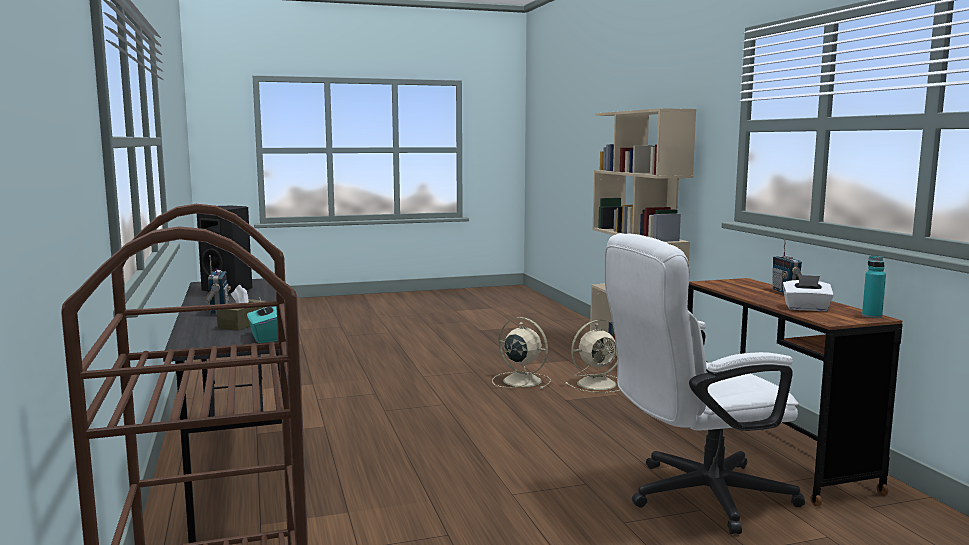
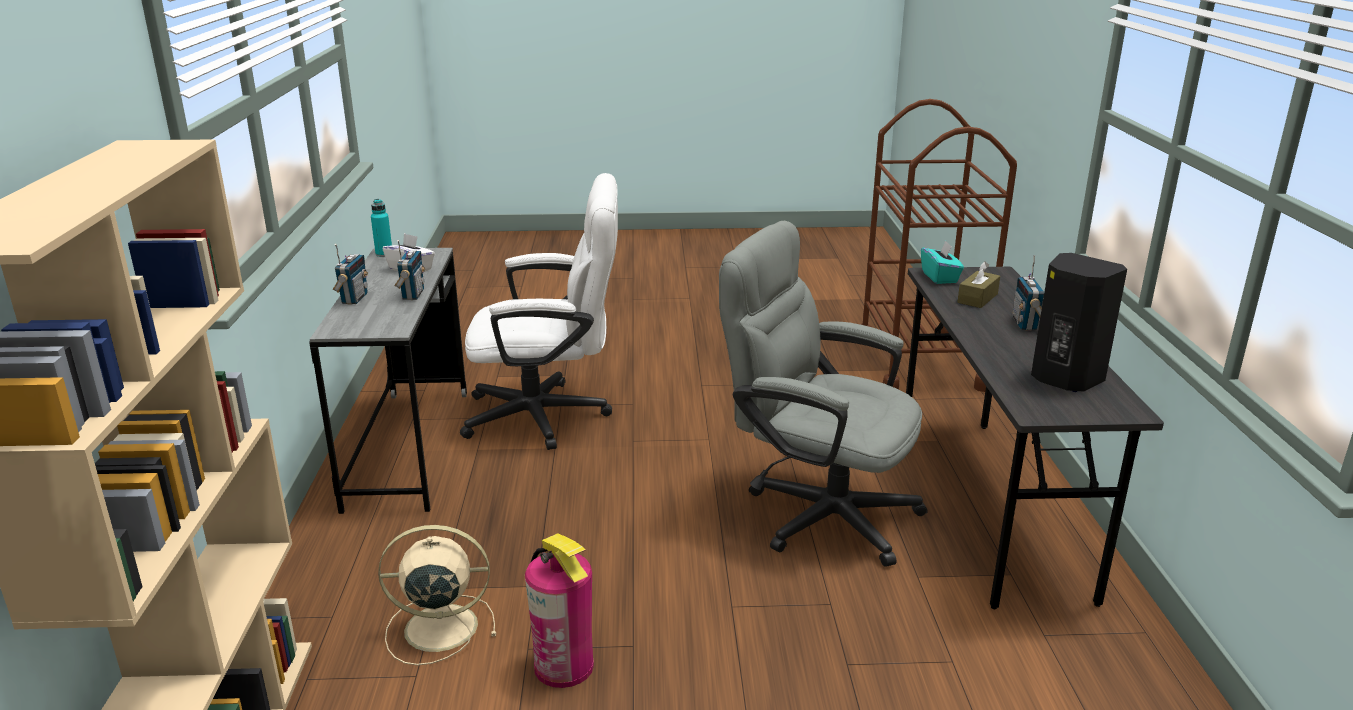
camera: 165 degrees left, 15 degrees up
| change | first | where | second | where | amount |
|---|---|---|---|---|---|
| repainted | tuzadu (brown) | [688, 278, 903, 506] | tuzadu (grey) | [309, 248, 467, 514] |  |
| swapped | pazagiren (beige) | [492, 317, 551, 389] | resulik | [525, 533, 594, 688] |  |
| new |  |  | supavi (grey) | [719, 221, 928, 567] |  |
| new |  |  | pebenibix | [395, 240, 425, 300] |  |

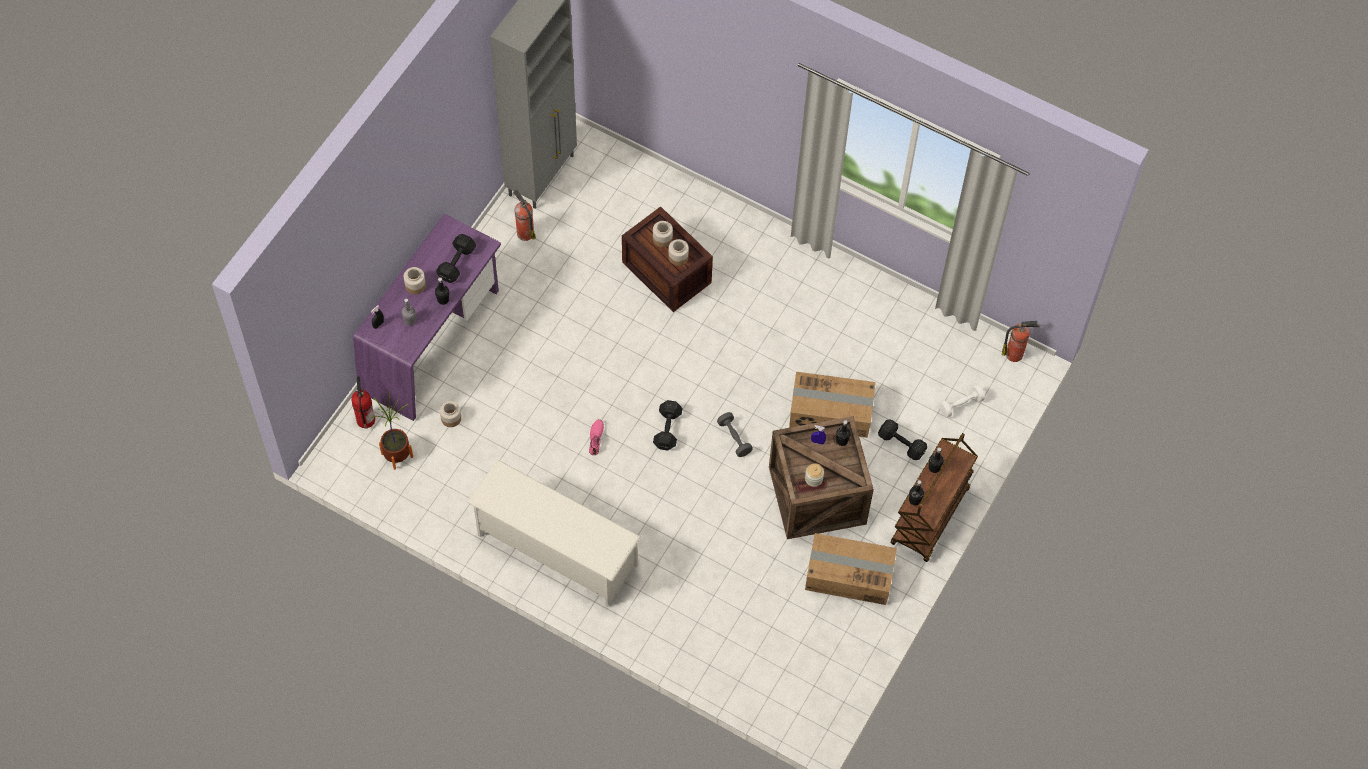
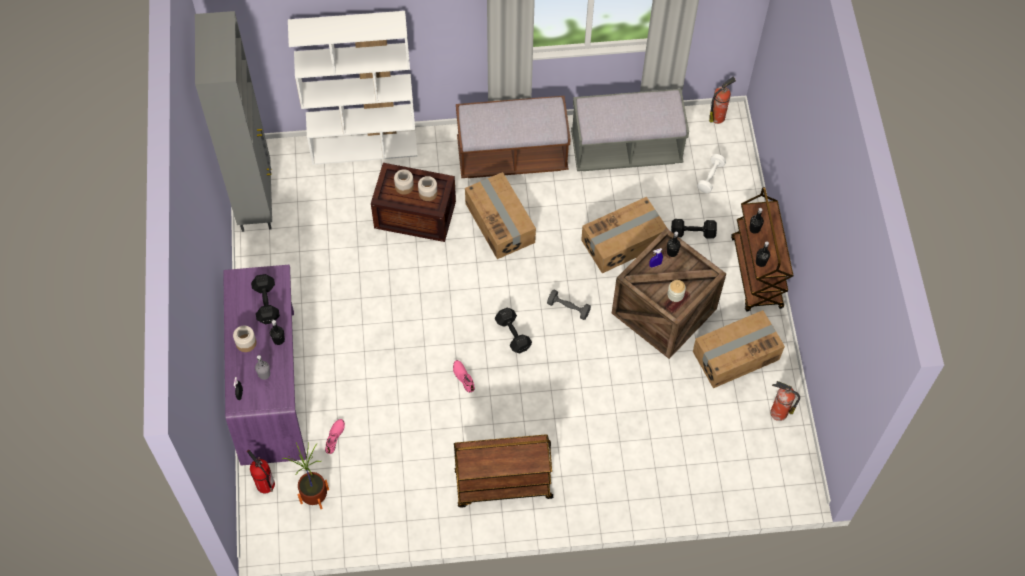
camera: 35 degrees left, 0 degrees up
| change | first | where | second | where | amount |
|---|---|---|---|---|---|
| shifted | resulik | [513, 189, 536, 241] |  | [770, 381, 800, 421] |  |
| swapped | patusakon | [440, 401, 461, 427] | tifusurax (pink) | [325, 419, 345, 454] |  |
| swapped | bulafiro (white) | [467, 459, 641, 607] | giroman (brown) | [454, 434, 553, 508] |  |
| new |  |  | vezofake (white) | [288, 11, 418, 165] |  |
| new |  |  | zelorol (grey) | [571, 89, 689, 171] |  |
| new |  |  | zelorol (brown) | [456, 96, 571, 178] |  |
| new |  |  | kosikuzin | [465, 172, 536, 259] |  |

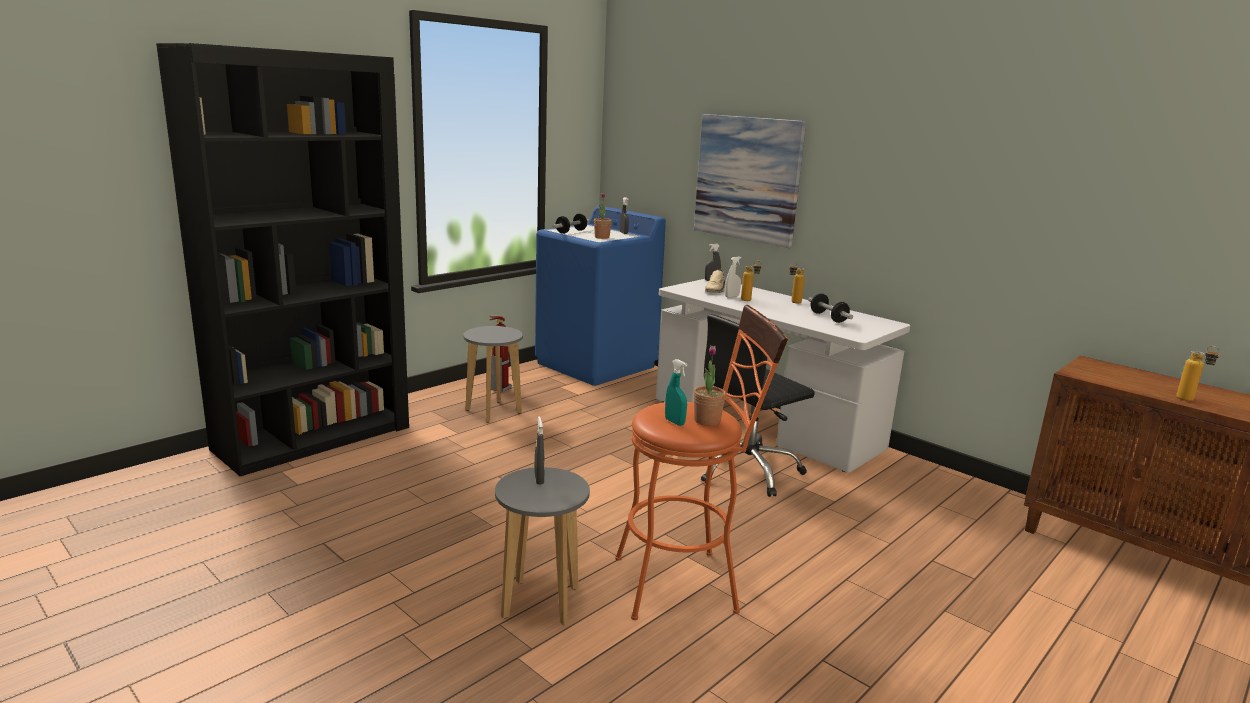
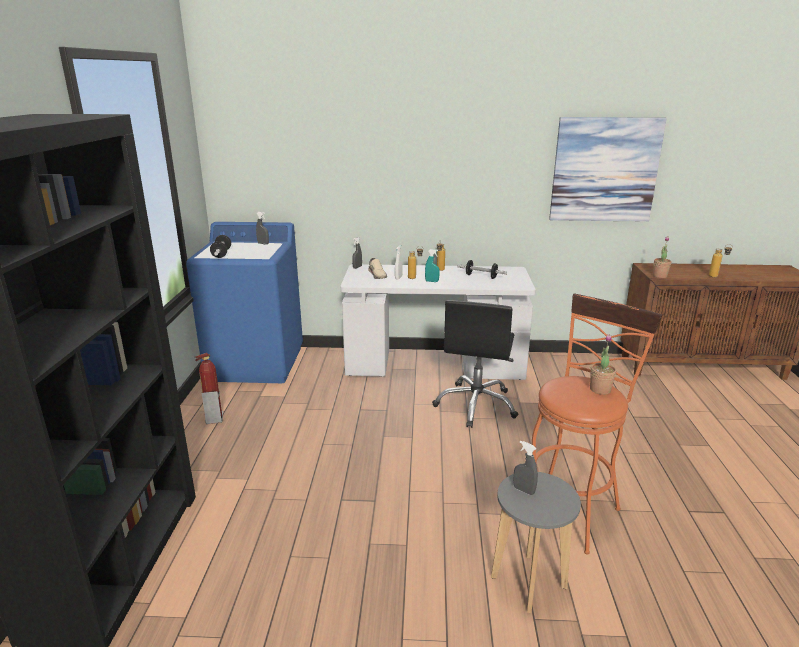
camera: 40 degrees left, 5 degrees up
| change | first | where | second | where | amount |
|---|---|---|---|---|---|
| shifted | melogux | [694, 114, 806, 248] |  | [549, 117, 667, 222] |  |
| shifted | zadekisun | [594, 192, 612, 239] |  | [653, 236, 672, 278] |  |
| gone | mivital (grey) | [463, 326, 523, 422] |  |  |  |
| shifted | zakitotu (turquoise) | [665, 359, 687, 426] |  | [425, 249, 440, 282] |  |

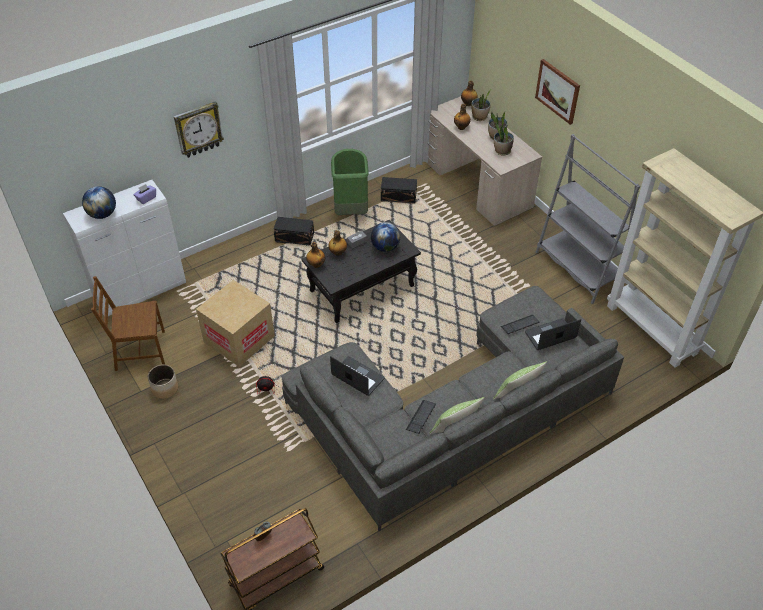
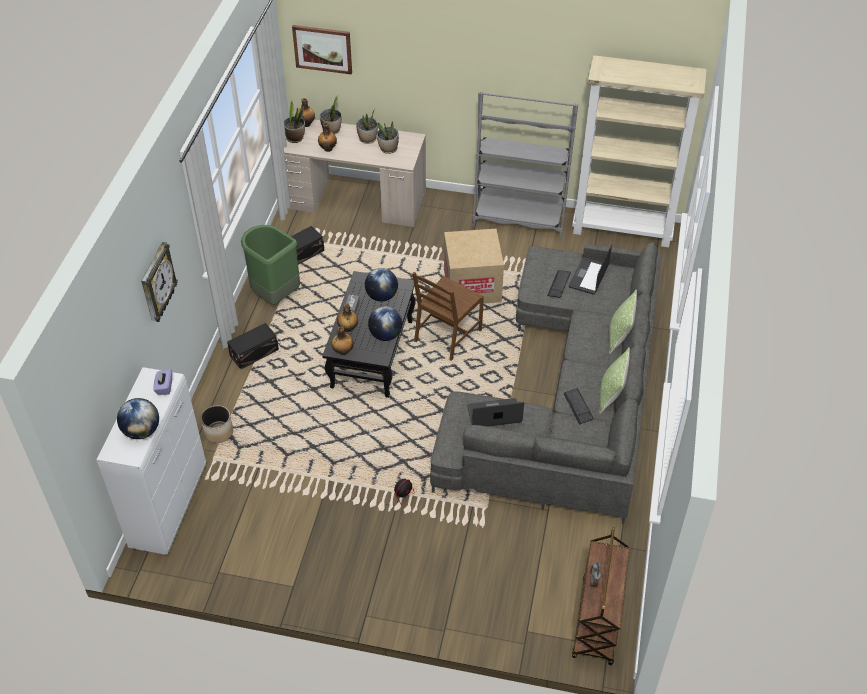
camera: 45 degrees left, 0 degrees up
| change | first | where | second | where | amount |
|---|---|---|---|---|---|
| shifted | melogux | [535, 59, 580, 125] |  | [292, 25, 352, 74] |  |
| shifted | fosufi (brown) | [91, 276, 165, 371] |  | [412, 272, 484, 361] |  |
| shifted | kosikuzin | [196, 280, 275, 367] |  | [444, 229, 504, 304] |  |
| shifted | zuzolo | [148, 365, 178, 399] |  | [201, 405, 233, 443] |  |
| new |  |  | zadekisun | [284, 100, 305, 143] |  |
| new |  |  | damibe | [368, 306, 403, 341] |  |

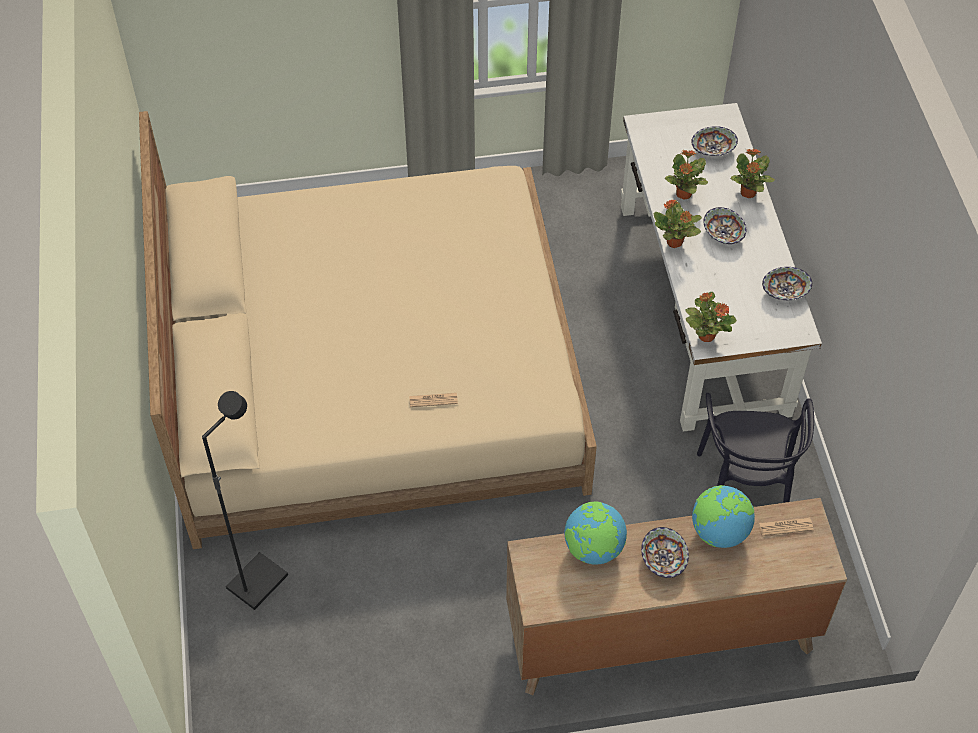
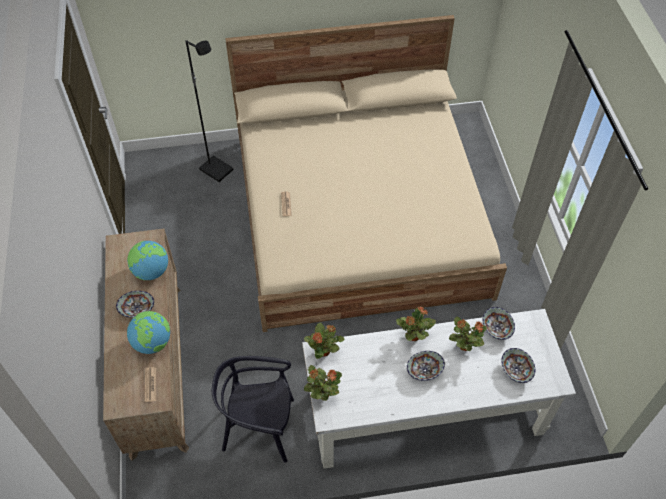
camera: 90 degrees right, 0 degrees up
| change | first | where | second | where | amount |
|---|---|---|---|---|---|
| shifted | zadekisun | [731, 148, 775, 198] |  | [304, 365, 342, 401] |  |
| shifted | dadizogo | [762, 267, 812, 300] |  | [483, 307, 515, 340] |  |

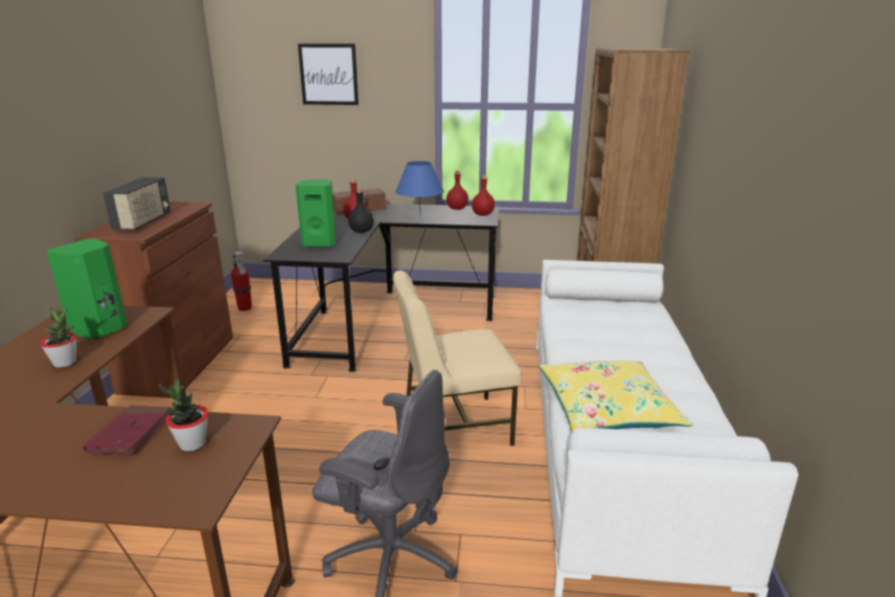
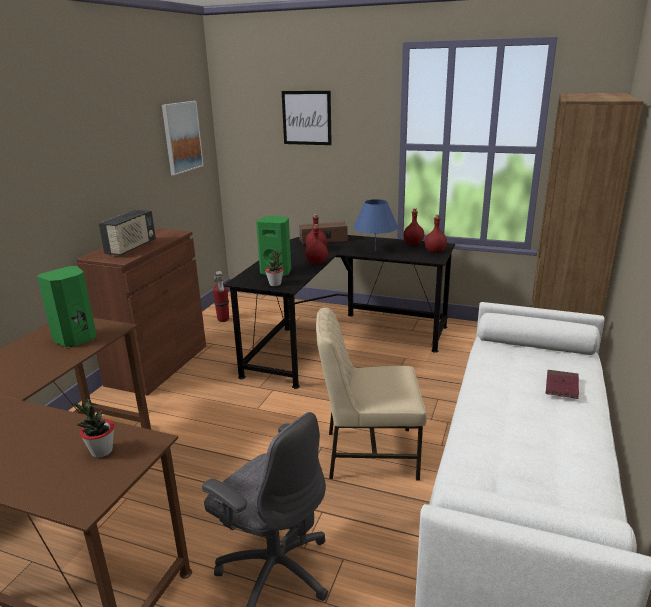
camera: 15 degrees right, 0 degrees up
| change | first | where | second | where | amount |
|---|---|---|---|---|---|
| repainted | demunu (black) | [348, 188, 374, 233] | demunu (red) | [305, 224, 328, 264] |  |
| shifted | zadekisun | [40, 307, 76, 368] |  | [265, 250, 284, 286] |  |
| gone | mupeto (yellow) | [539, 360, 693, 431] |  |  |  |
| shifted | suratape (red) | [83, 405, 172, 455] |  | [546, 370, 579, 399] |  |
| new |  |  | melogux | [162, 101, 204, 175] |  |

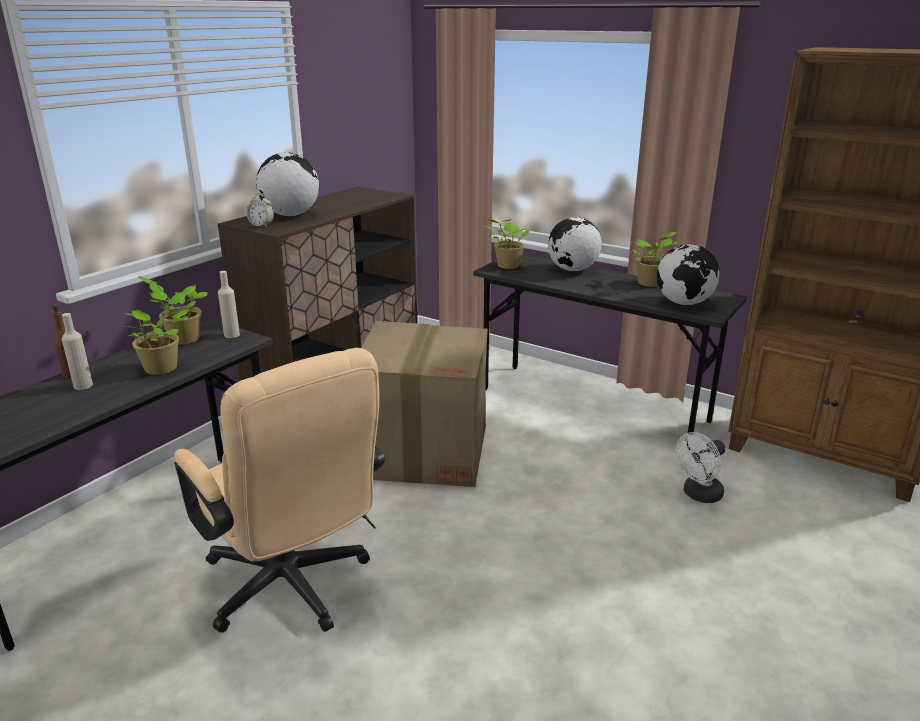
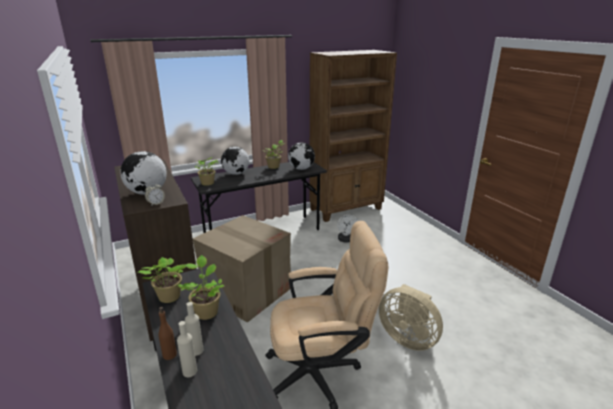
camera: 60 degrees left, 0 degrees up
| change | first | where | second | where | amount |
|---|---|---|---|---|---|
| shifted | demunu (beige) | [218, 271, 240, 338] |  | [177, 321, 197, 377] |  |
| new |  |  | pazagiren (beige) | [379, 284, 443, 351] |  |

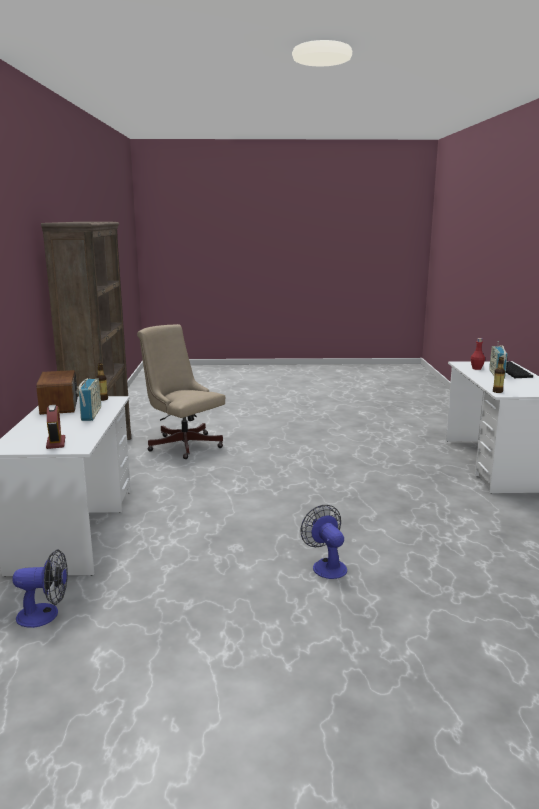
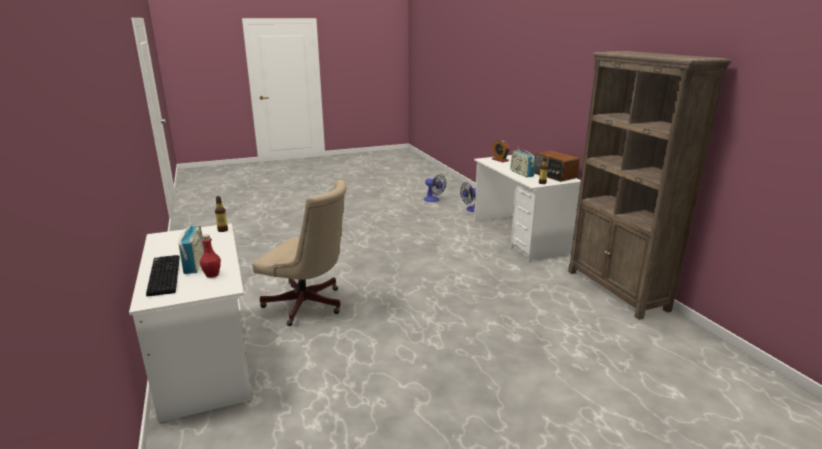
camera: 160 degrees right, 5 degrees up
| change | first | where | second | where | amount |
|---|---|---|---|---|---|
| shifted | supavi (beige) | [137, 324, 225, 459] |  | [252, 180, 347, 326] |  |
| shifted | pazagiren | [300, 505, 347, 579] |  | [424, 174, 446, 202] |  |

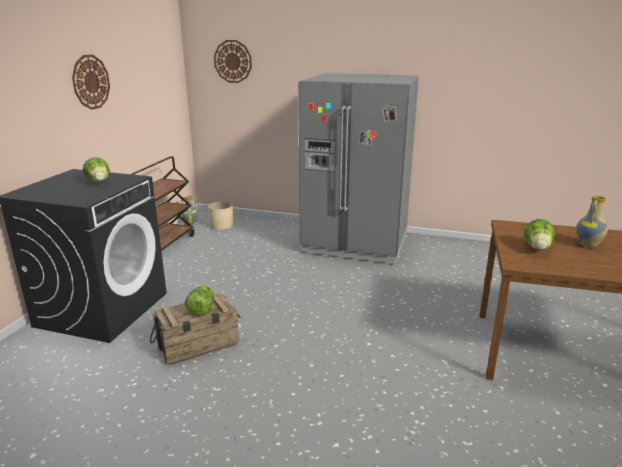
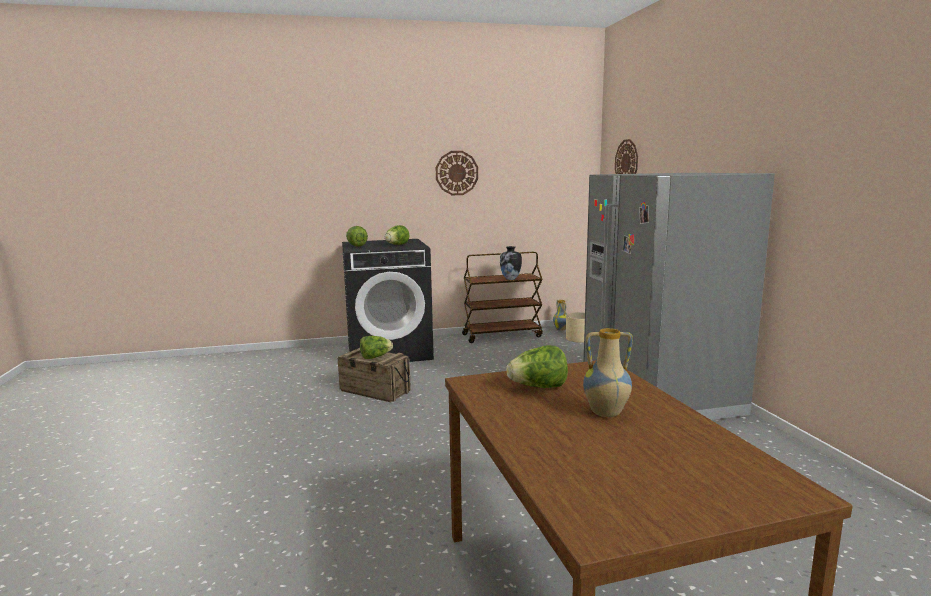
camera: 60 degrees right, 10 degrees down
| change | first | where | second | where | amount |
|---|---|---|---|---|---|
| new |  |  | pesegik | [346, 226, 368, 247] |  |
| new |  |  | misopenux | [500, 246, 522, 280] |  |

